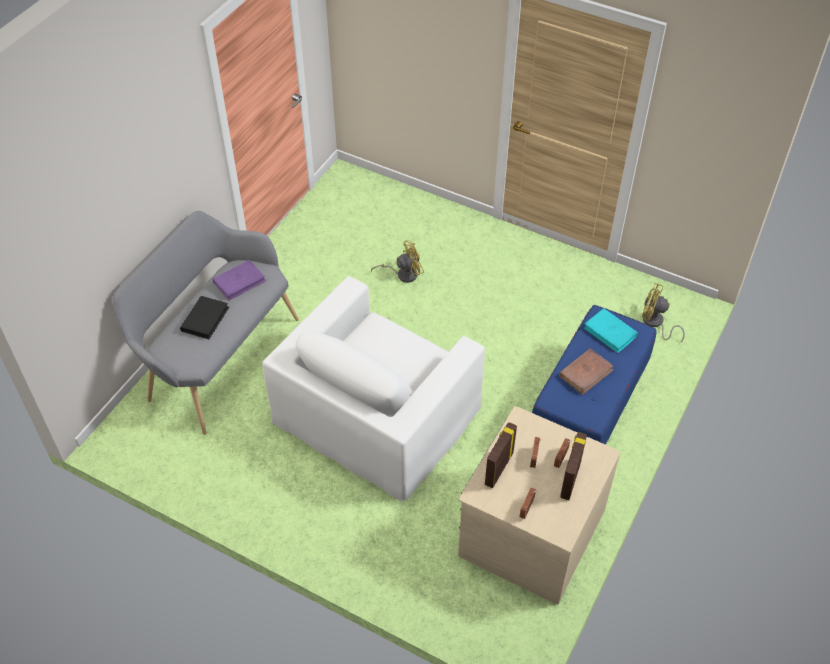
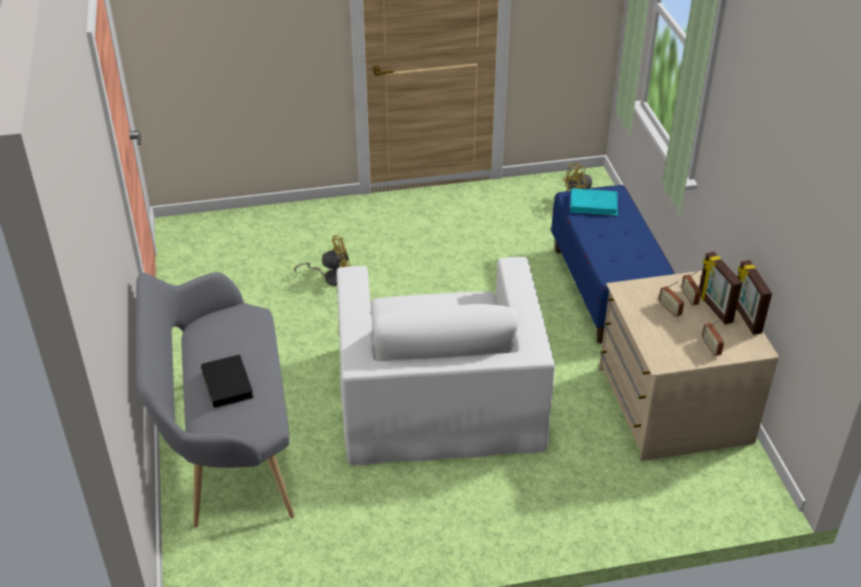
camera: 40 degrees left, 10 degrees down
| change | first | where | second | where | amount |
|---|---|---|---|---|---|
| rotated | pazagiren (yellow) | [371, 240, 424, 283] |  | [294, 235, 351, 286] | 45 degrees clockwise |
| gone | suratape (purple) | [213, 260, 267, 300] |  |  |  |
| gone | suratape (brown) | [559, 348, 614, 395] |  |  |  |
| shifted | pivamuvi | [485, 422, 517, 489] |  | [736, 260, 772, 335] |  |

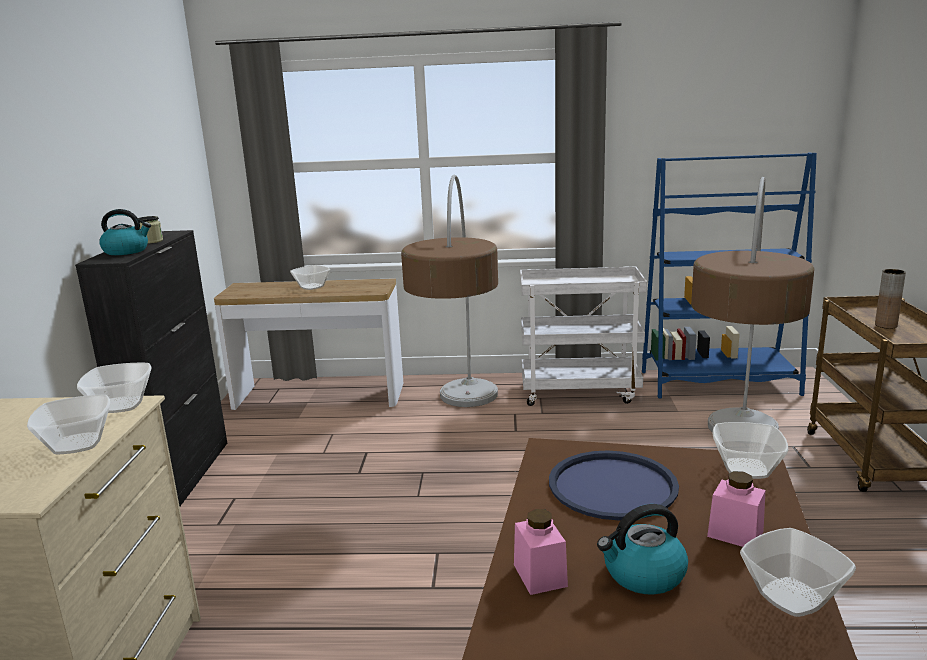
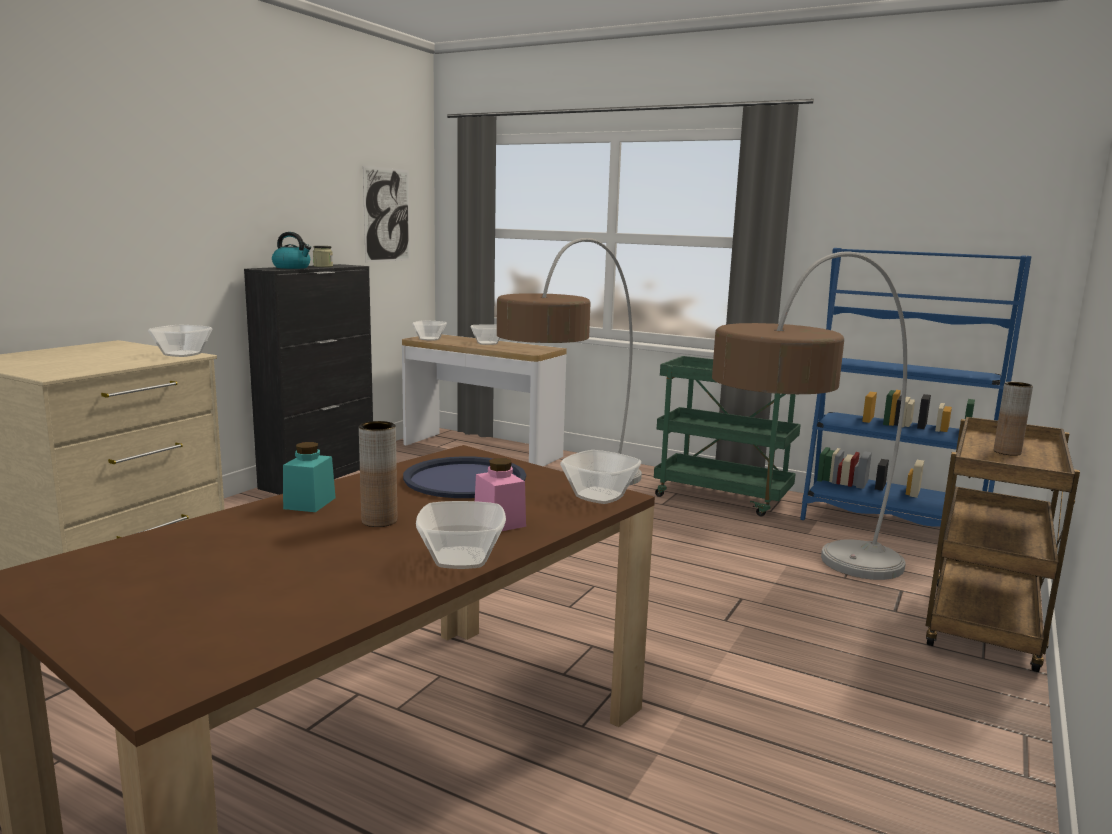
camera: 25 degrees right, 5 degrees down
| change | first | where | second | where | amount |
|---|---|---|---|---|---|
| repainted | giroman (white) | [520, 266, 647, 406] | giroman (green) | [654, 356, 801, 516] |  |
| shifted | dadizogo | [27, 395, 110, 454] |  | [412, 320, 447, 341] |  |
| swapped | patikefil | [597, 504, 688, 595] | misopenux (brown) | [359, 421, 397, 527] |  |
| repainted | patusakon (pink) | [514, 509, 568, 595] | patusakon (turquoise) | [283, 442, 336, 512] |  |
| new |  |  | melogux | [363, 166, 410, 262] |  |

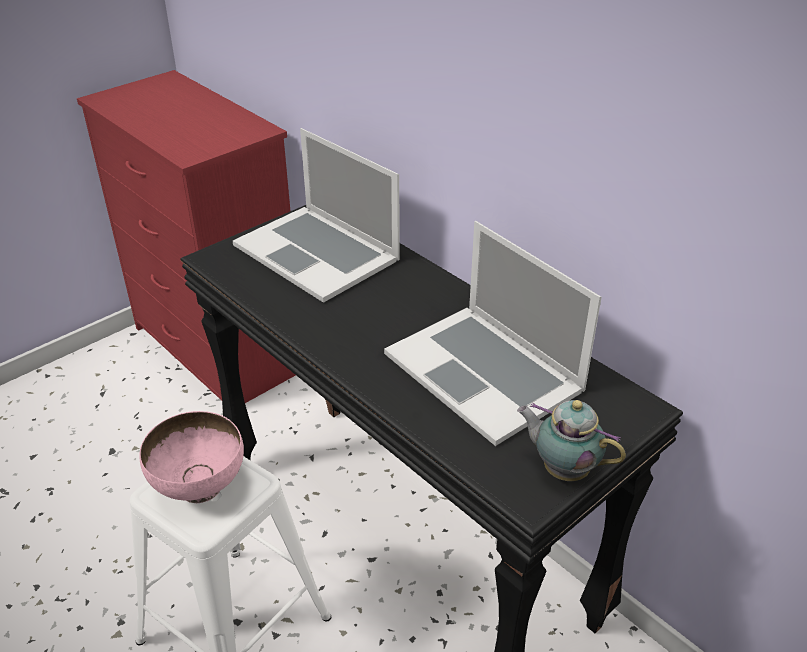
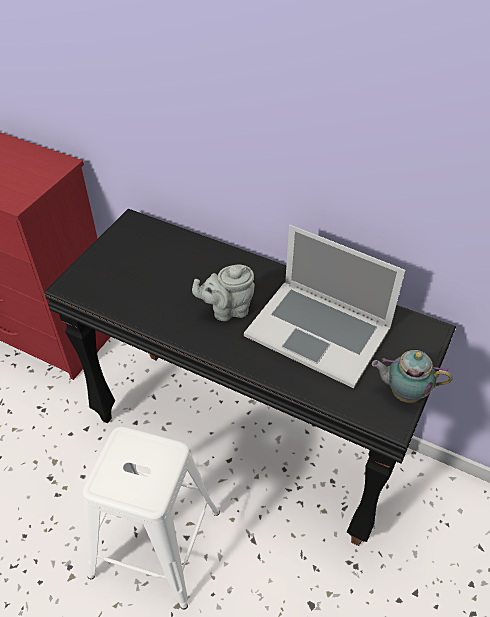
camera: 20 degrees left, 10 degrees up
| change | first | where | second | where | amount |
|---|---|---|---|---|---|
| gone | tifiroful | [233, 128, 400, 303] |  |  |  |
| gone | dadizogo (pink) | [139, 411, 244, 503] |  |  |  |
| new |  |  | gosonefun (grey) | [192, 265, 255, 321] |  |

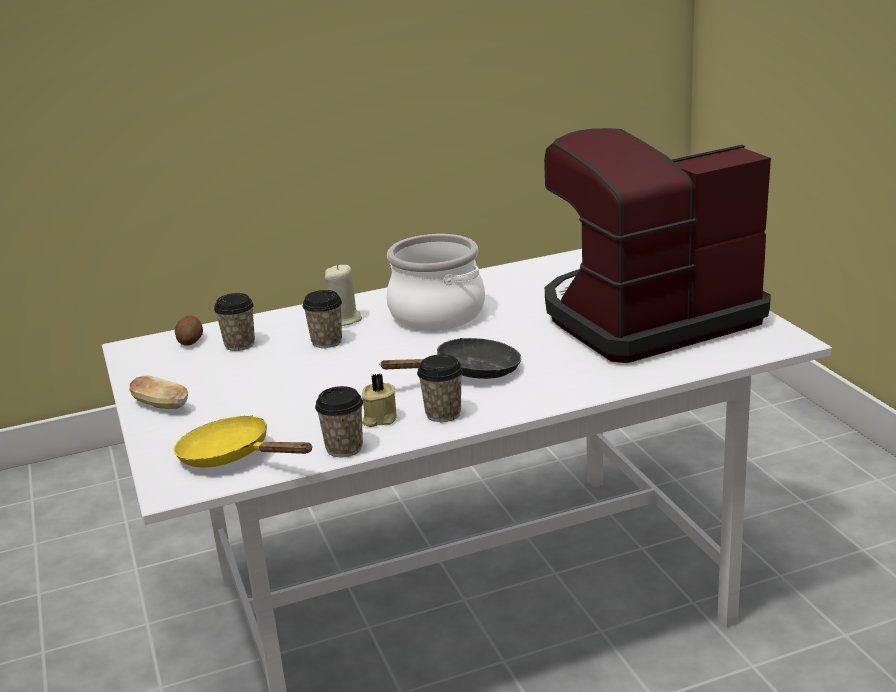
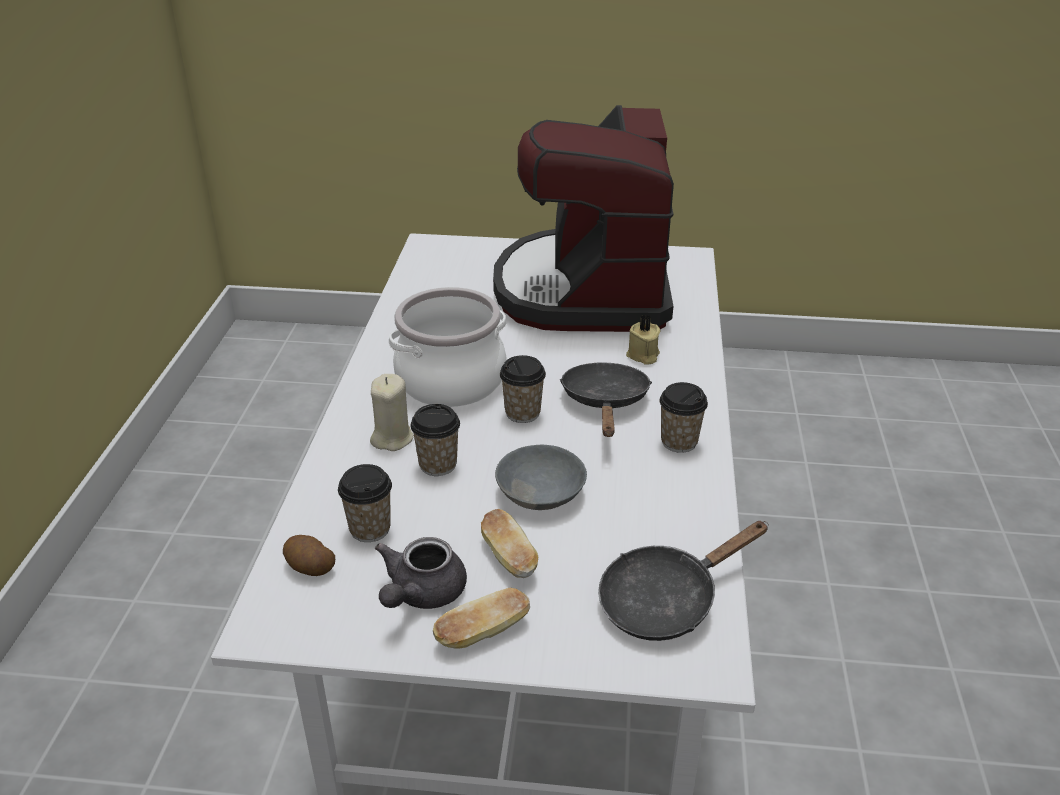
camera: 65 degrees left, 10 degrees up
| change | first | where | second | where | amount |
|---|---|---|---|---|---|
| shifted | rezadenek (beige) | [362, 373, 397, 427] |  | [626, 315, 661, 365] |  |
| shifted | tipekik | [315, 386, 363, 457] |  | [500, 355, 546, 423] |  |
| repainted | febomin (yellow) | [173, 415, 313, 468] | febomin (black) | [598, 521, 769, 641] |  |
| new |  |  | dadizogo (grey) | [495, 445, 587, 510] |  |
| new |  |  | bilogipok | [481, 509, 538, 578] |  |
| new |  |  | gosonefun (grey) | [375, 537, 467, 609] |  |

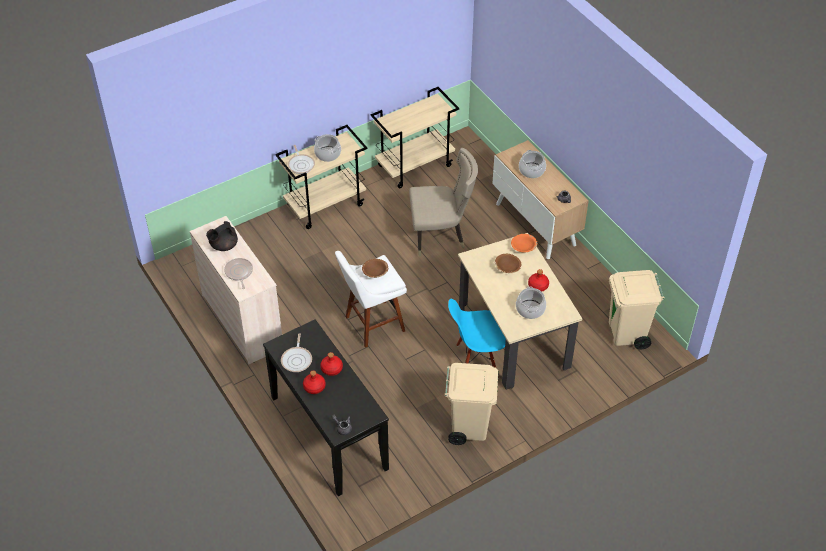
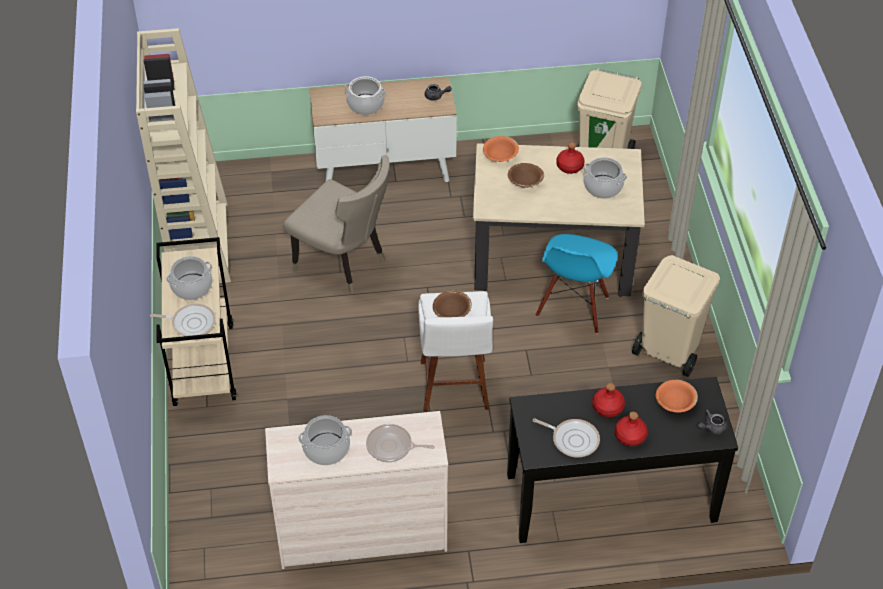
camera: 65 degrees left, 0 degrees up
| change | first | where | second | where | amount |
|---|---|---|---|---|---|
| swapped | giroman (beige) | [371, 87, 459, 188] | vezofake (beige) | [136, 28, 231, 283] |  |
| rotated | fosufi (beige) | [409, 148, 478, 256] |  | [283, 155, 389, 294] | 105 degrees clockwise |
| swapped | gosonefun (black) | [206, 221, 238, 251] | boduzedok | [298, 415, 352, 465] |  |
| new |  |  | dadizogo (orange) | [656, 380, 698, 413] |  |

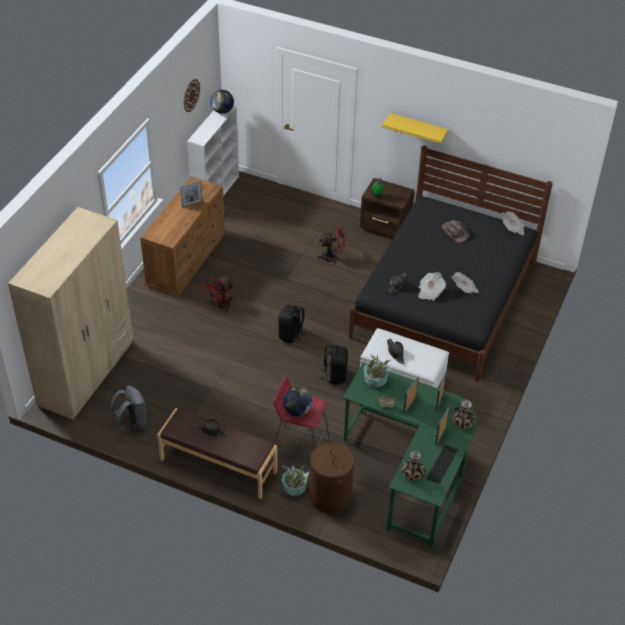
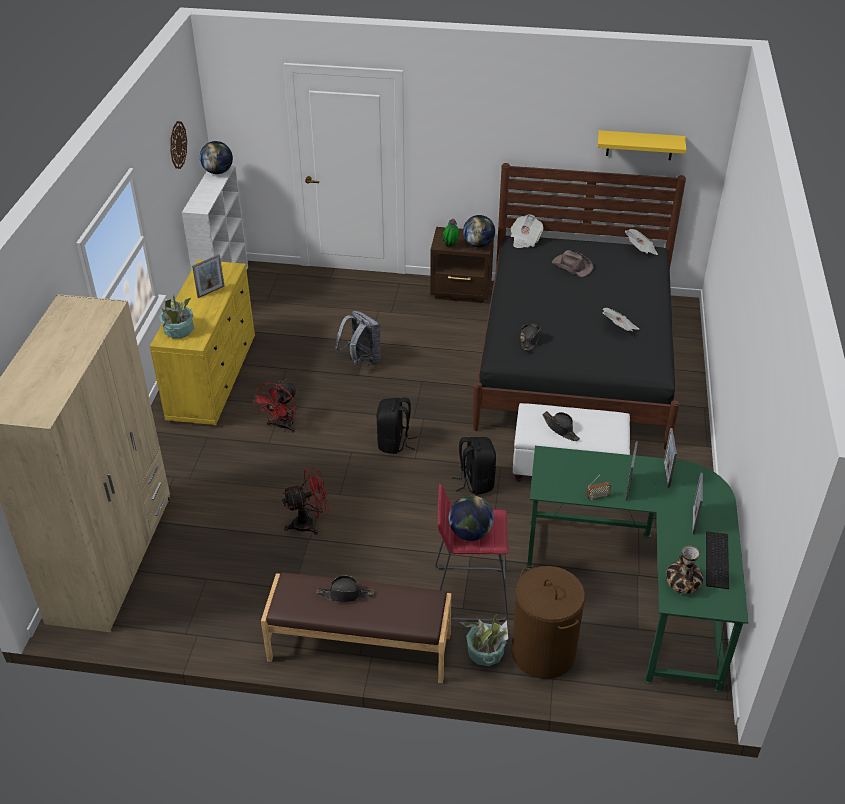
camera: 15 degrees left, 5 degrees down
| change | first | where | second | where | amount |
|---|---|---|---|---|---|
| shifted | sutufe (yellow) | [382, 113, 448, 144] |  | [598, 130, 686, 160] |  |
| repainted | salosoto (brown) | [140, 176, 225, 296] | salosoto (yellow) | [150, 260, 255, 425] |  |
| shifted | pazagiren (red) | [317, 224, 345, 264] |  | [282, 468, 330, 535] |  |
| shifted | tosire | [418, 272, 446, 301] |  | [510, 214, 544, 248] |  |
| shifted | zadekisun | [364, 354, 391, 388] |  | [159, 295, 194, 338] |  |
| shifted | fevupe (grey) | [111, 386, 147, 430] |  | [335, 311, 381, 365] |  |
| gone | misopenux | [453, 400, 475, 429] |  |  |  |
| new |  |  | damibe | [463, 215, 495, 247] |  |

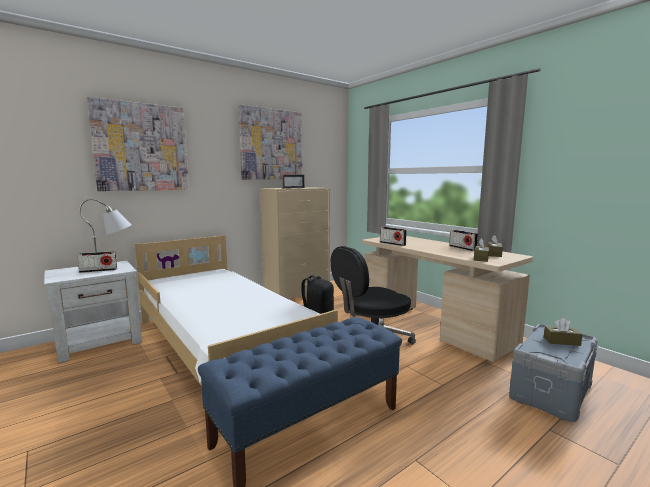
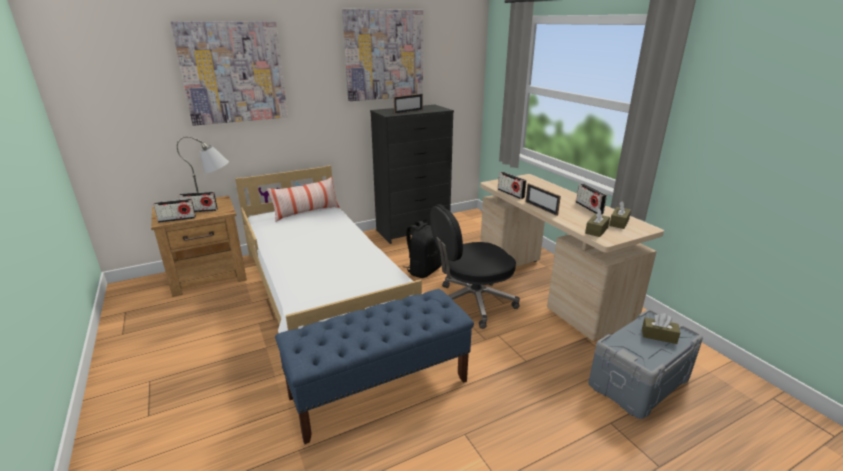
camera: 10 degrees right, 15 degrees up
| change | first | where | second | where | amount |
|---|---|---|---|---|---|
| repainted | salosoto (beige) | [260, 187, 330, 299] | salosoto (black) | [370, 105, 454, 244] |  |
| repainted | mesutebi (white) | [44, 261, 142, 363] | mesutebi (brown) | [151, 196, 247, 297] |  |
| new |  |  | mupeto | [267, 177, 339, 222] |  |
| new |  |  | pivamuvi | [526, 183, 561, 216] |  |
| new |  |  | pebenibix | [154, 199, 196, 223] |  |

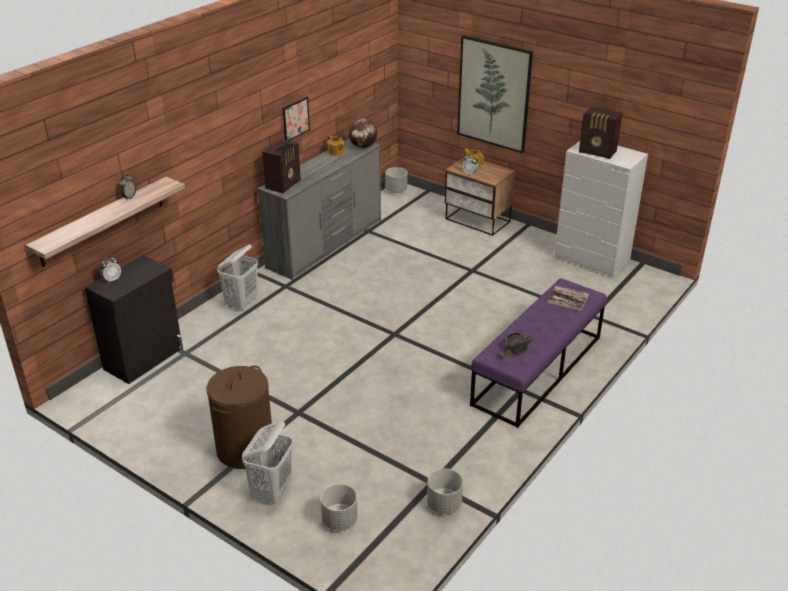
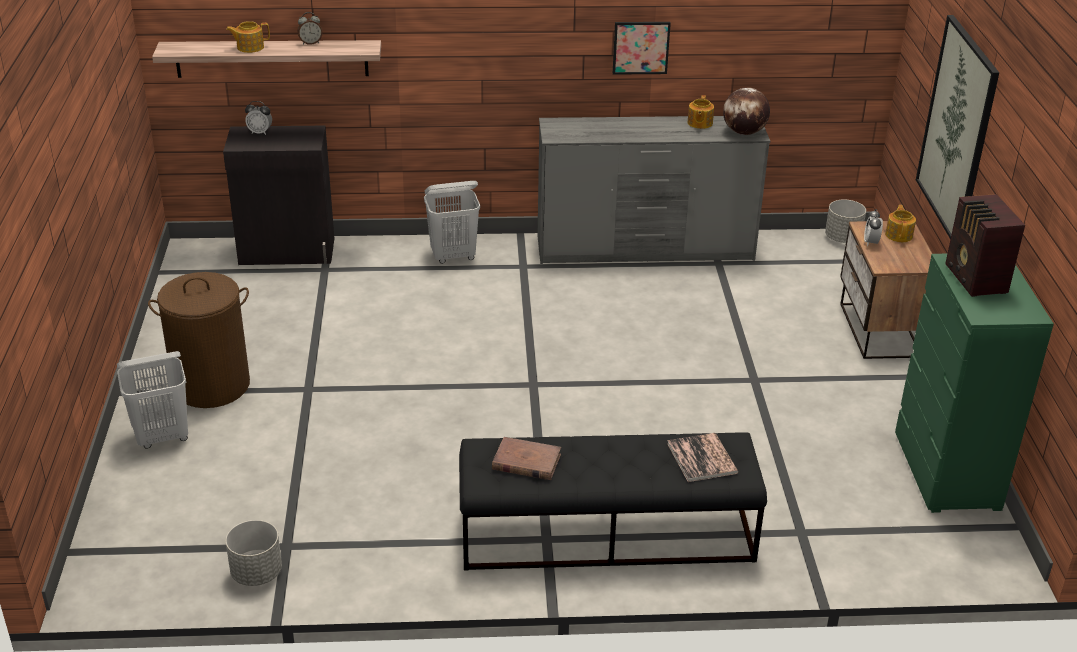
camera: 50 degrees right, 0 degrees up
| change | first | where | second | where | amount |
|---|---|---|---|---|---|
| gone | pebenibix | [262, 139, 301, 194] |  |  |  |
| repainted | salosoto (white) | [554, 141, 648, 278] | salosoto (green) | [895, 254, 1054, 513] |  |
| repainted | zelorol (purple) | [470, 278, 607, 428] | zelorol (black) | [459, 432, 767, 571] |  |
| swapped | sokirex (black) | [500, 332, 534, 357] | suratape (brown) | [492, 437, 561, 480] |  |
| gone | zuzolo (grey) | [321, 484, 358, 531] |  |  |  |
| new |  |  | gosonefun | [226, 21, 270, 53] |  |

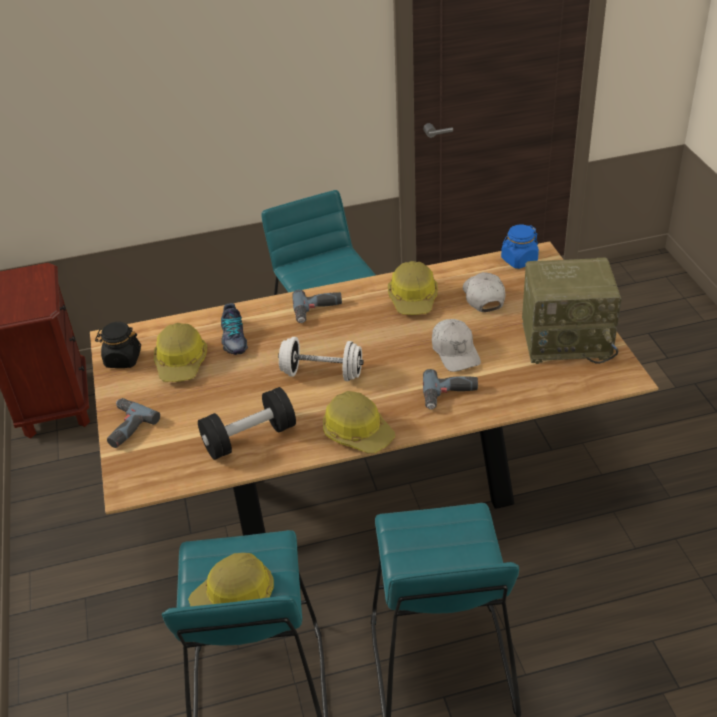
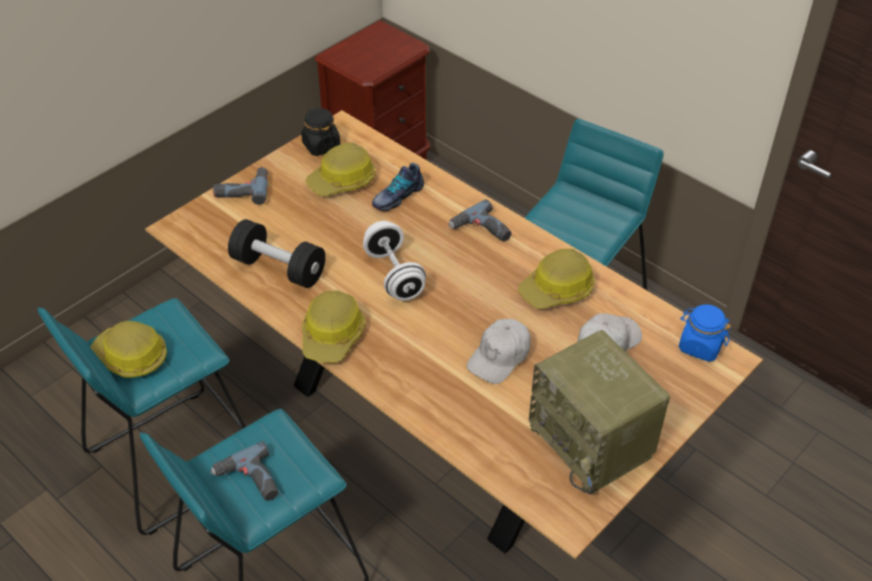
camera: 55 degrees right, 5 degrees up
| change | first | where | second | where | amount |
|---|---|---|---|---|---|
| shifted | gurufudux | [423, 369, 478, 410] |  | [210, 441, 278, 501] |  |

